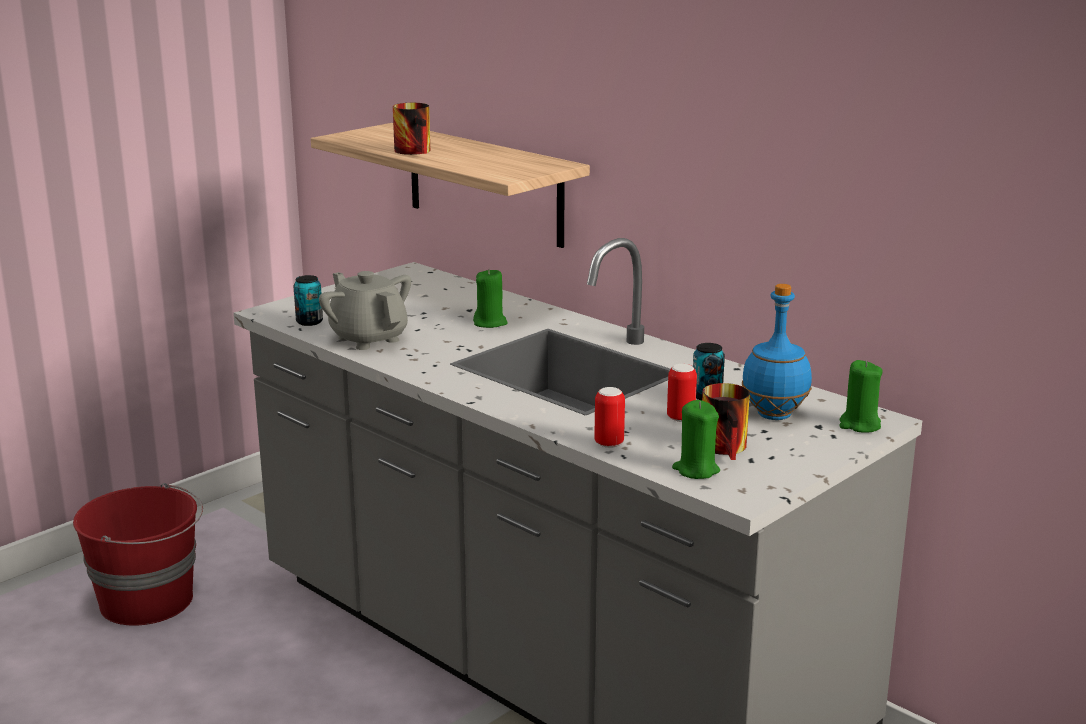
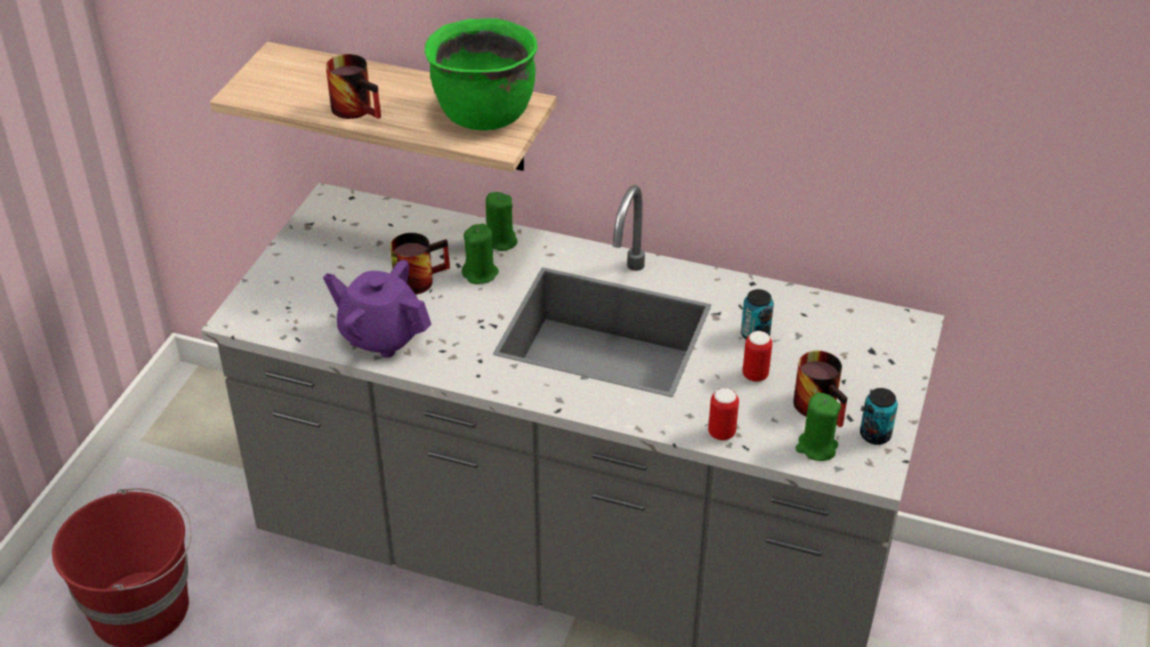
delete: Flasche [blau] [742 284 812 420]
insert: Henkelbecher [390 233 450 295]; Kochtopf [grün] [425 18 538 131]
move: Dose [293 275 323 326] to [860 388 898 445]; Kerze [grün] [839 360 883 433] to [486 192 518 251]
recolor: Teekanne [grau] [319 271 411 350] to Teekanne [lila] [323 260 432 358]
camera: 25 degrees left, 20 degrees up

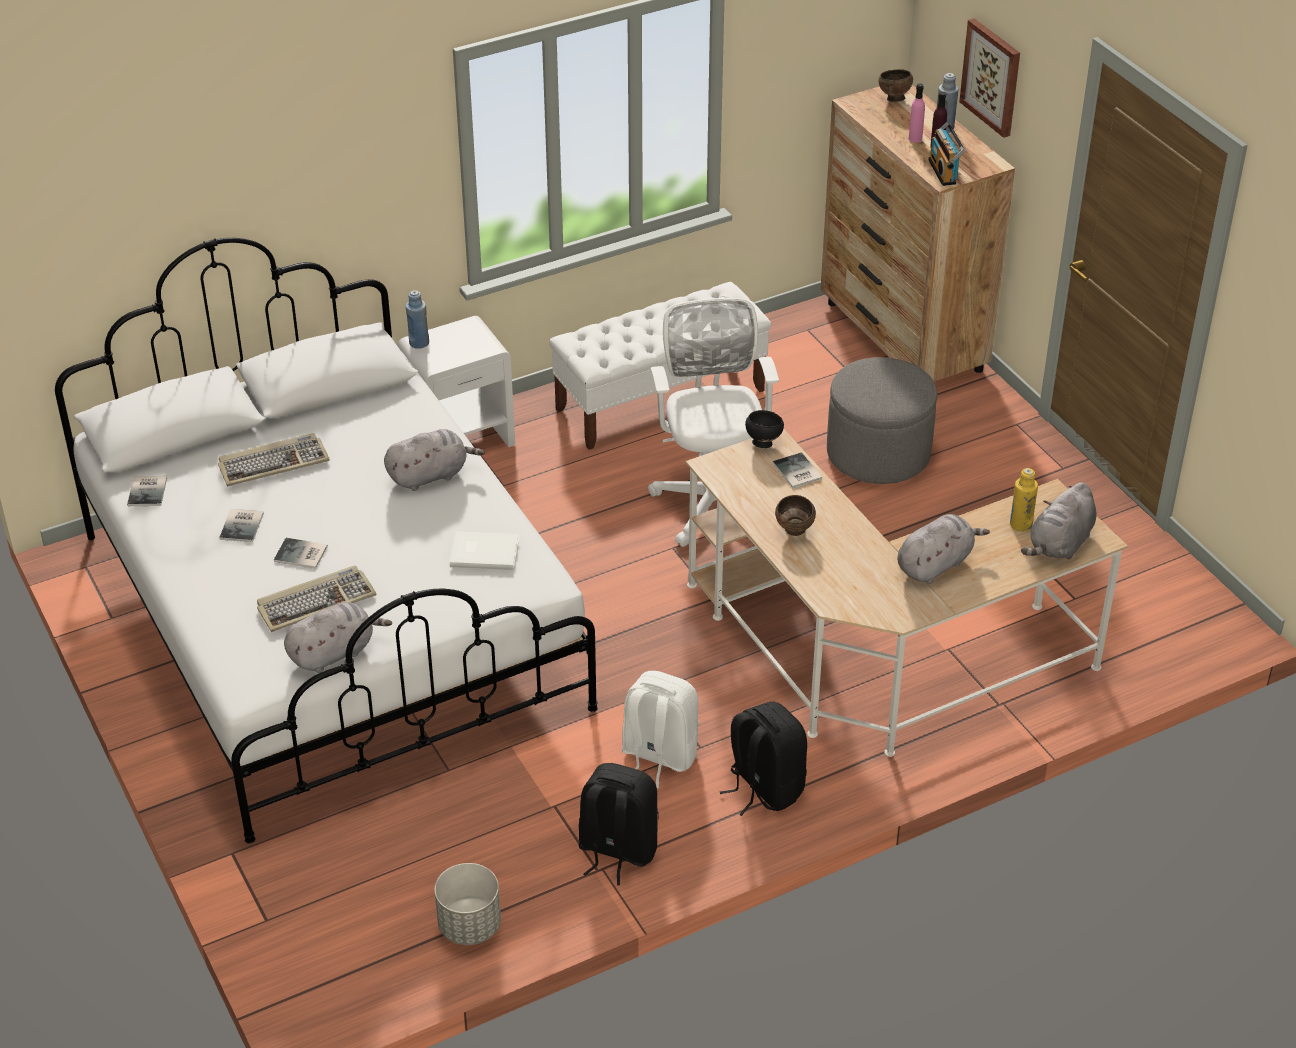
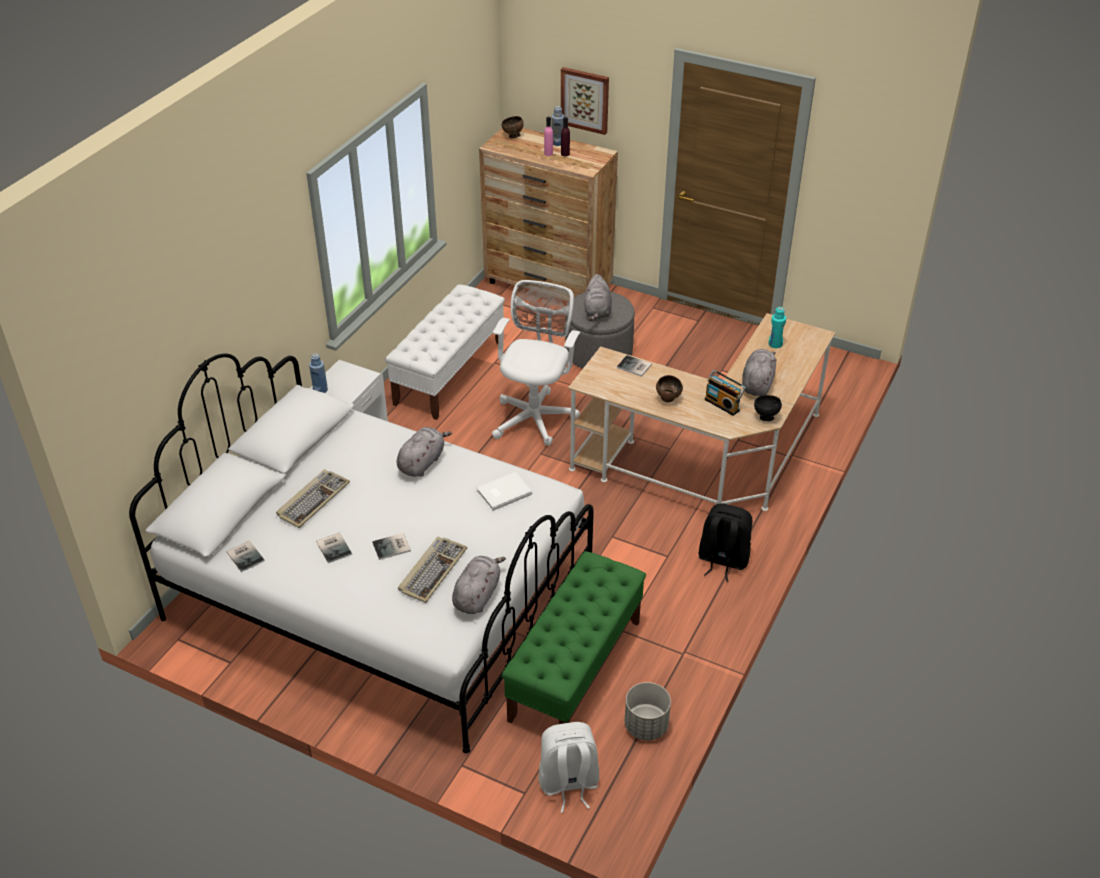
delete: Rucksack [schwarz] [578 763 659 885]
insert: Bank [grün] [502 551 646 724]
move: Rucksack [weiß] [621 671 699 788] to [539 722 599 813]; Schüssel [schwarz] [745 410 784 448] to [754 395 782 421]; Radio [928 122 965 186] to [704 370 746 416]; Plüschtier [grau] [1021 482 1097 560] to [584 274 612 321]
recolor: Flasche [gelb] [1010 468 1038 532] to Flasche [türkis] [769 307 786 348]
rotate: Bürostuhl [weiß] [648 298 779 547] = [492 280 580 446] 60 degrees clockwise
camera: 35 degrees left, 0 degrees up

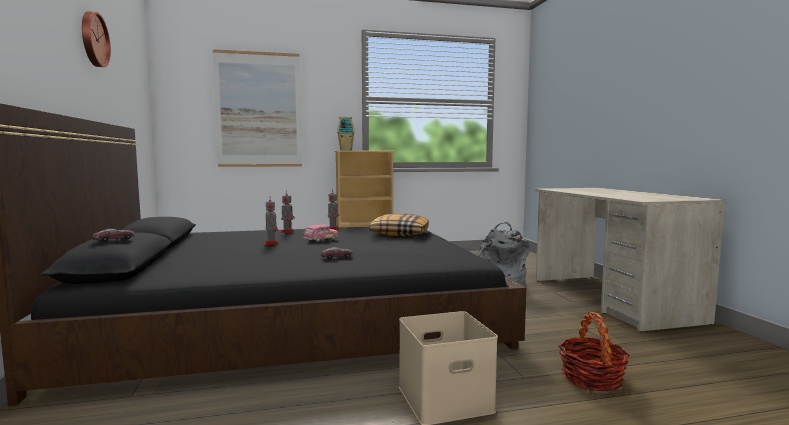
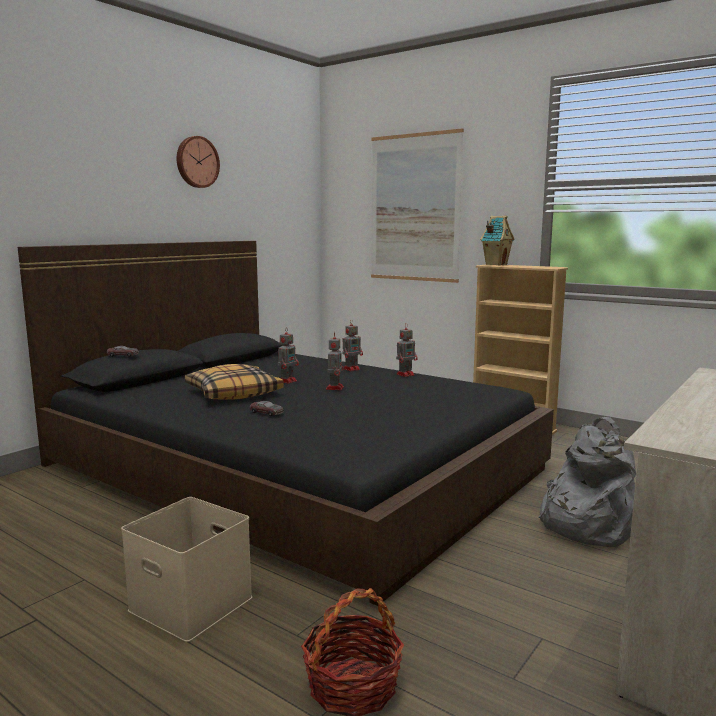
move: Kissen [369 214 429 236] to [185 364 284 400]
replace: Spielzeugauto [303 224 338 242] to Spielzeugroboter [326 332 344 390]
camera: 50 degrees right, 5 degrees up

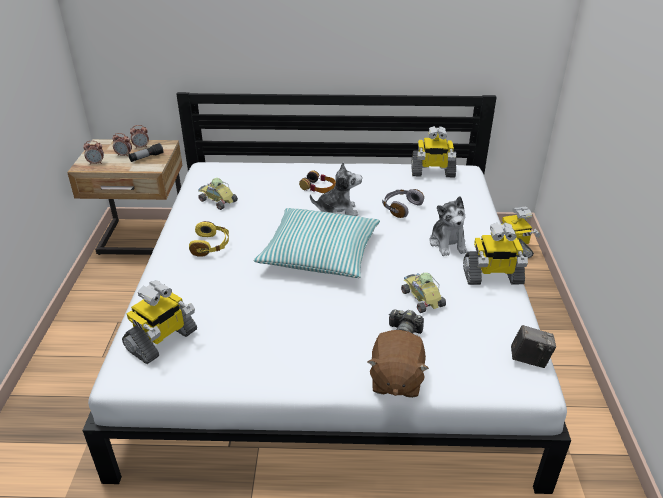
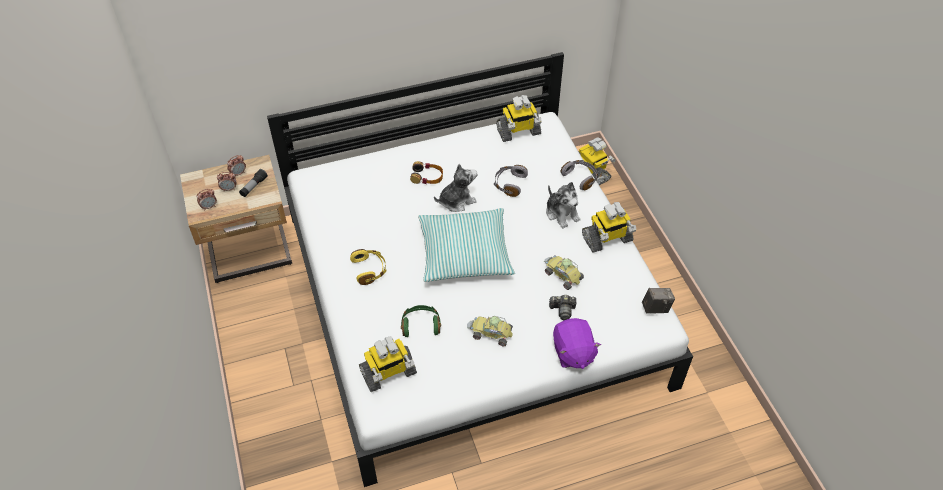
insert: Kopfhörer [grün] [401 305 441 337]; Kopfhörer [grau] [561 160 598 191]
move: Spielzeugauto [198 178 238 210] to [467 316 513 347]
recolor: Plüschtier [braun] [368 330 429 398] to Plüschtier [lila] [553 318 601 369]
rotate: Spielzeugroboter [122 280 197 364] = [359 336 417 392] 45 degrees clockwise
camera: 20 degrees left, 15 degrees up

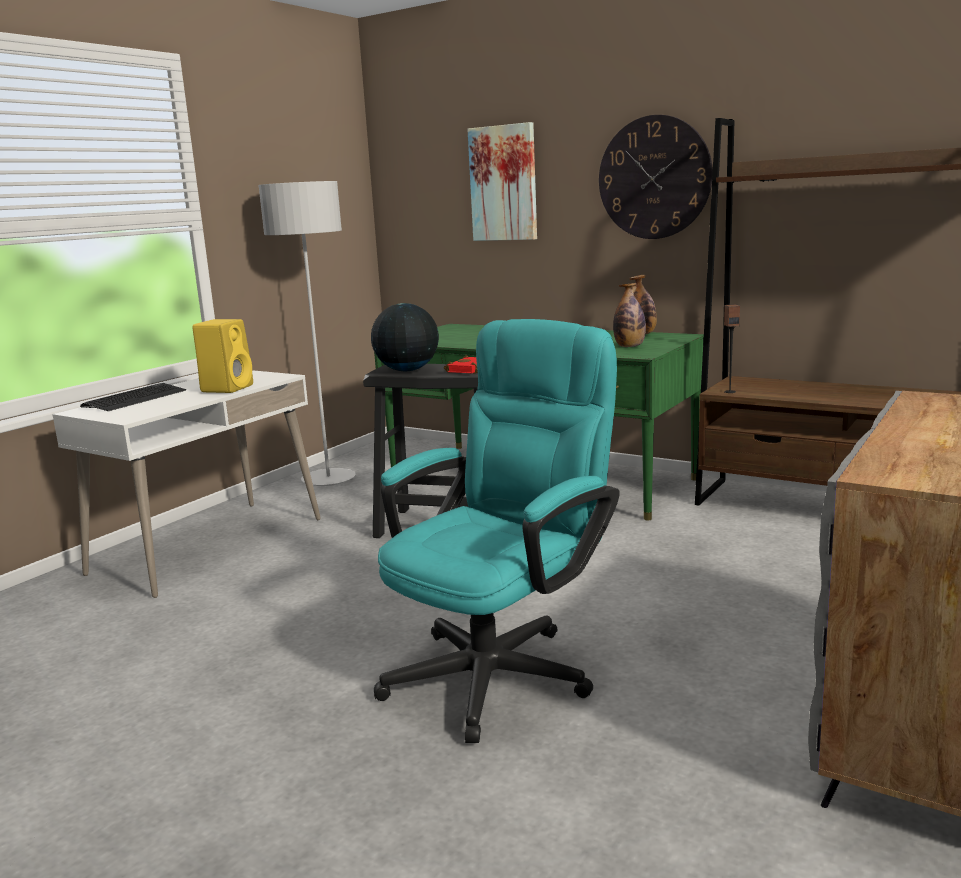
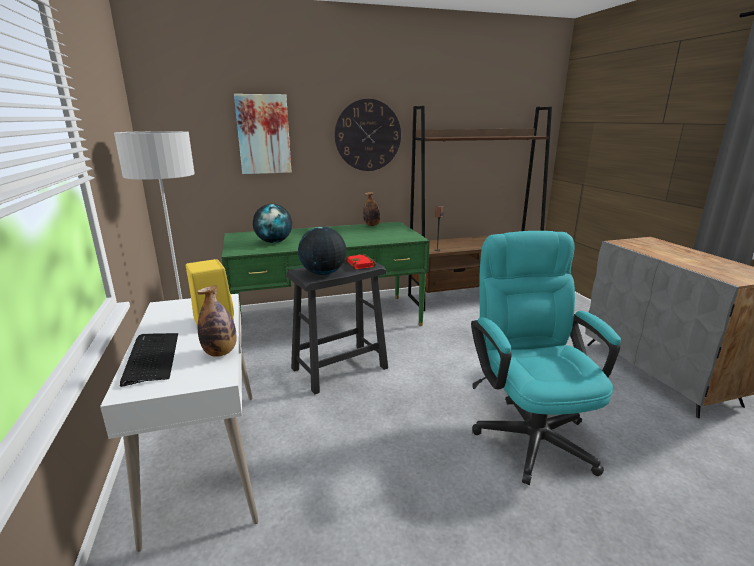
insert: Globus [253 204 292 243]
move: Flasche [613 283 646 347] to [197 286 237 357]
camera: 50 degrees left, 5 degrees up

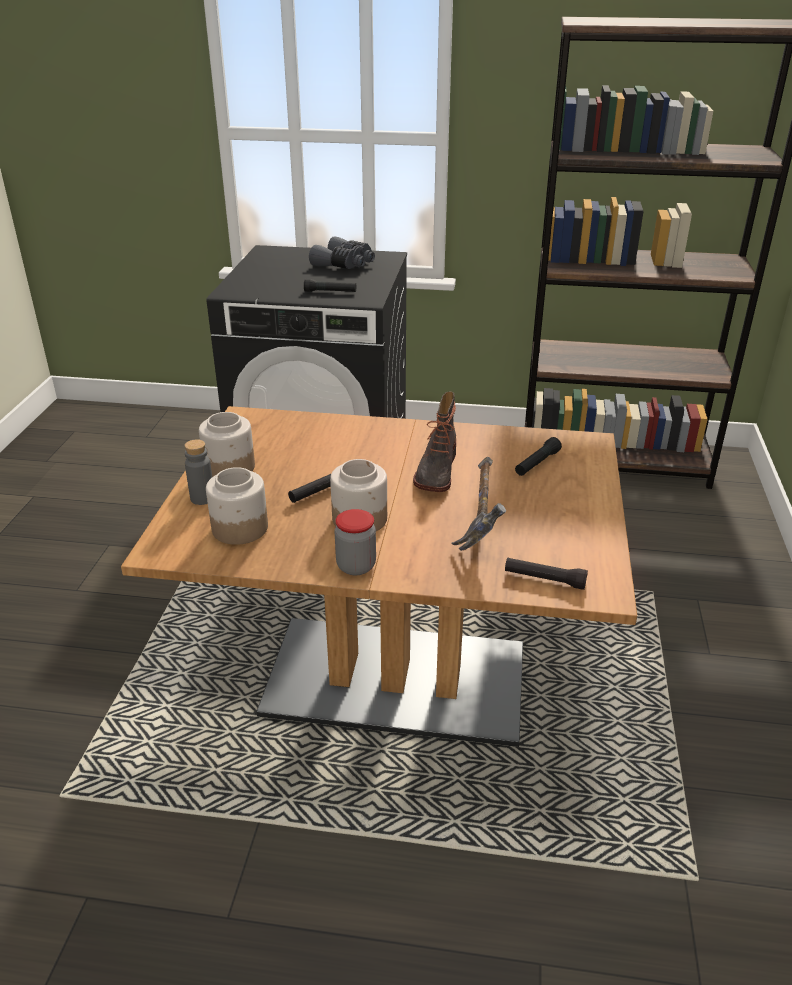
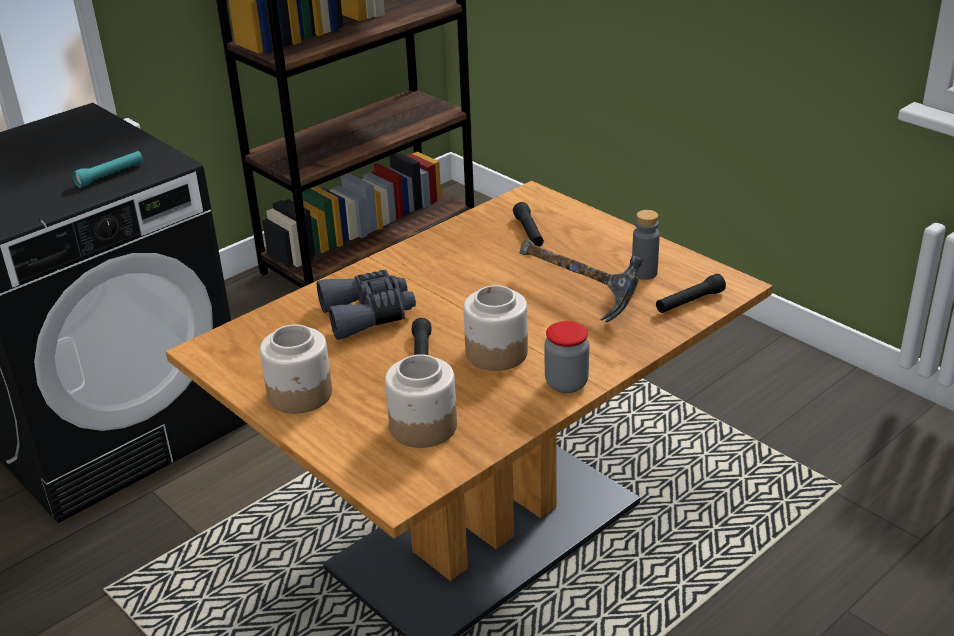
delete: Stiefel [413 392 456 492]
move: Flasche [grau] [184 439 212 505] to [632 210 660 280]; Fernglas [grau] [309 236 375 269] to [317 270 416 340]
recolor: Taschenlampe [schwarz] [304 279 356 292] to Taschenlampe [türkis] [72 151 143 188]
camera: 50 degrees left, 0 degrees up

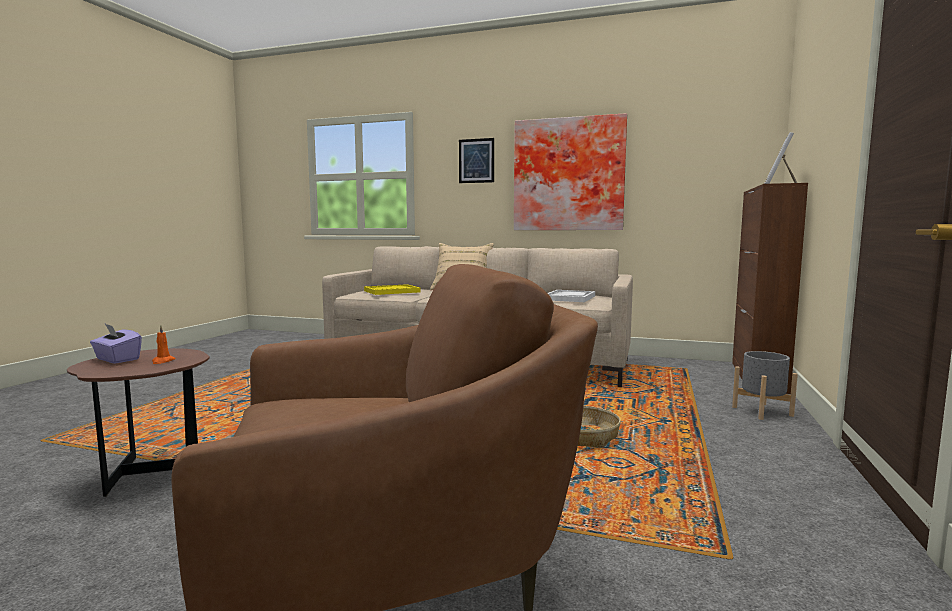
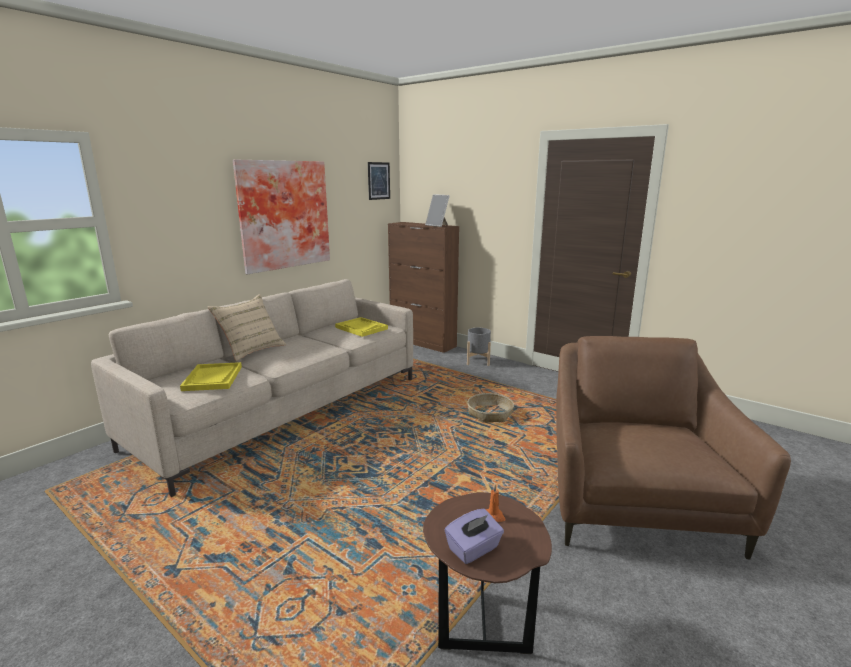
move: Bild [459 138 494 183] to [368 162 390 200]
recolor: Tablett [weiß] [547 290 595 302] to Tablett [gelb] [335 317 388 337]
camera: 70 degrees left, 10 degrees up

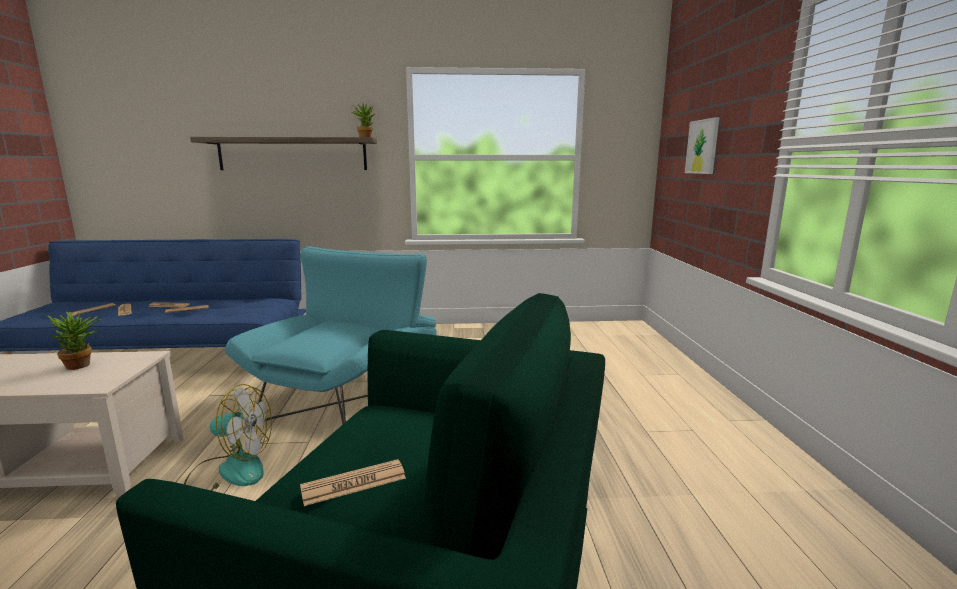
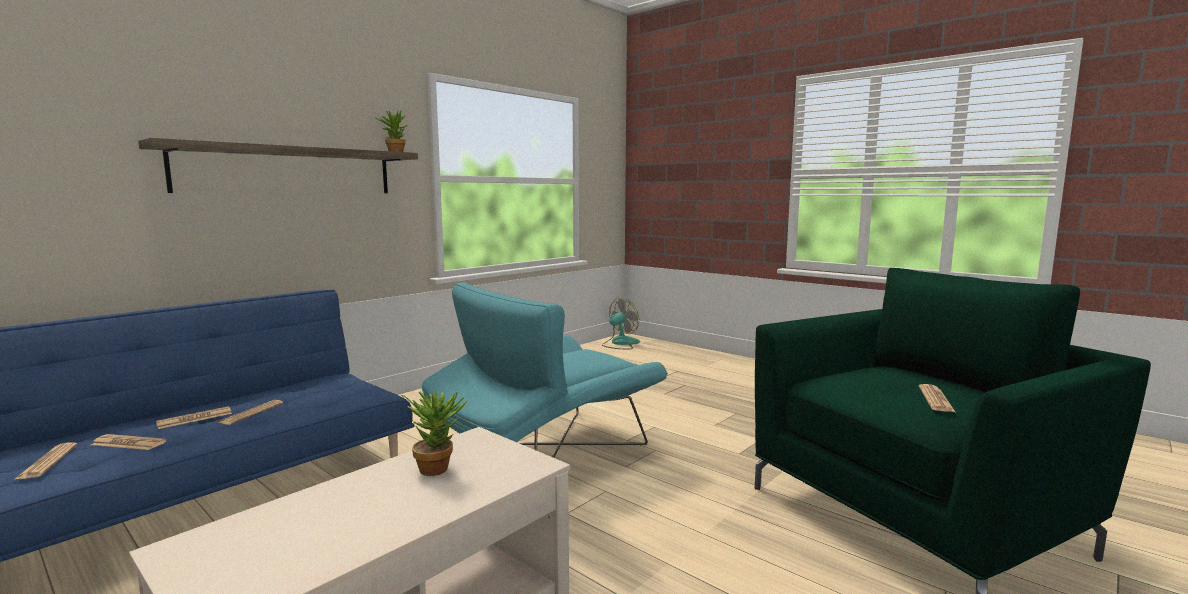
delete: Bild [685 117 720 174]
move: Ventilator [184 384 272 491] to [602 298 640 349]
rotate: Sessel [türkis] [225 246 437 424] = [422 282 668 458] 105 degrees counterclockwise
camera: 45 degrees left, 5 degrees down

